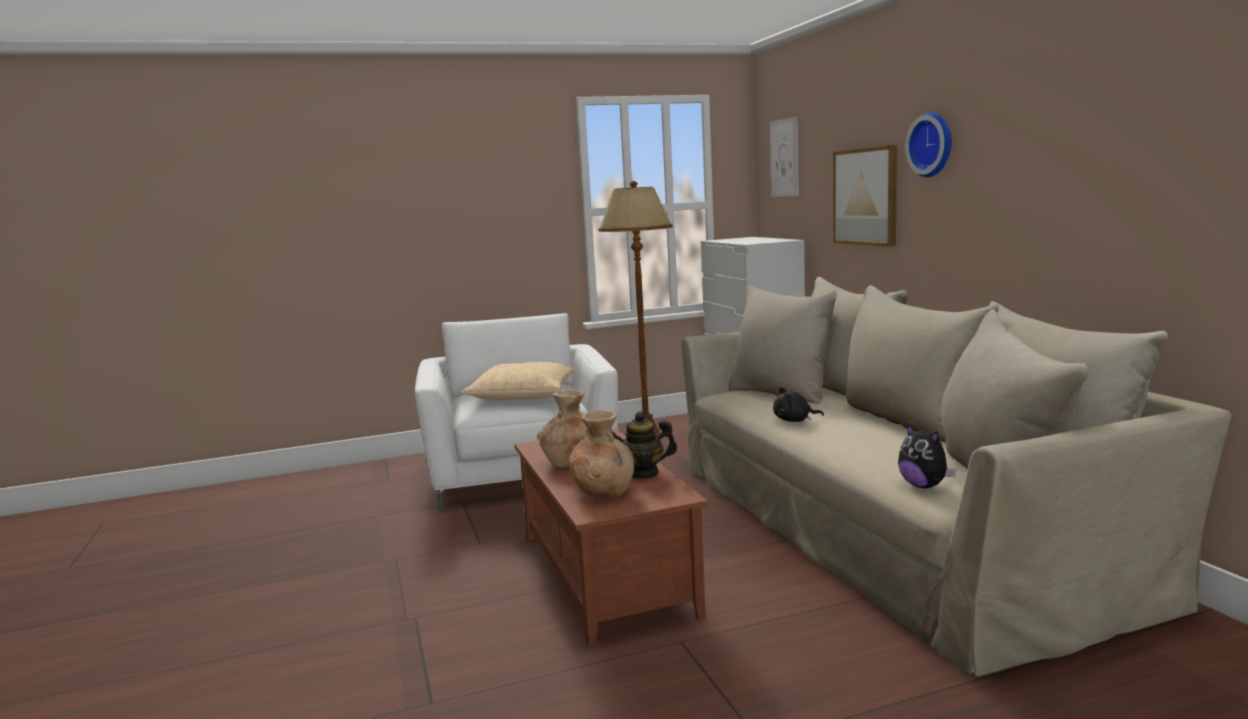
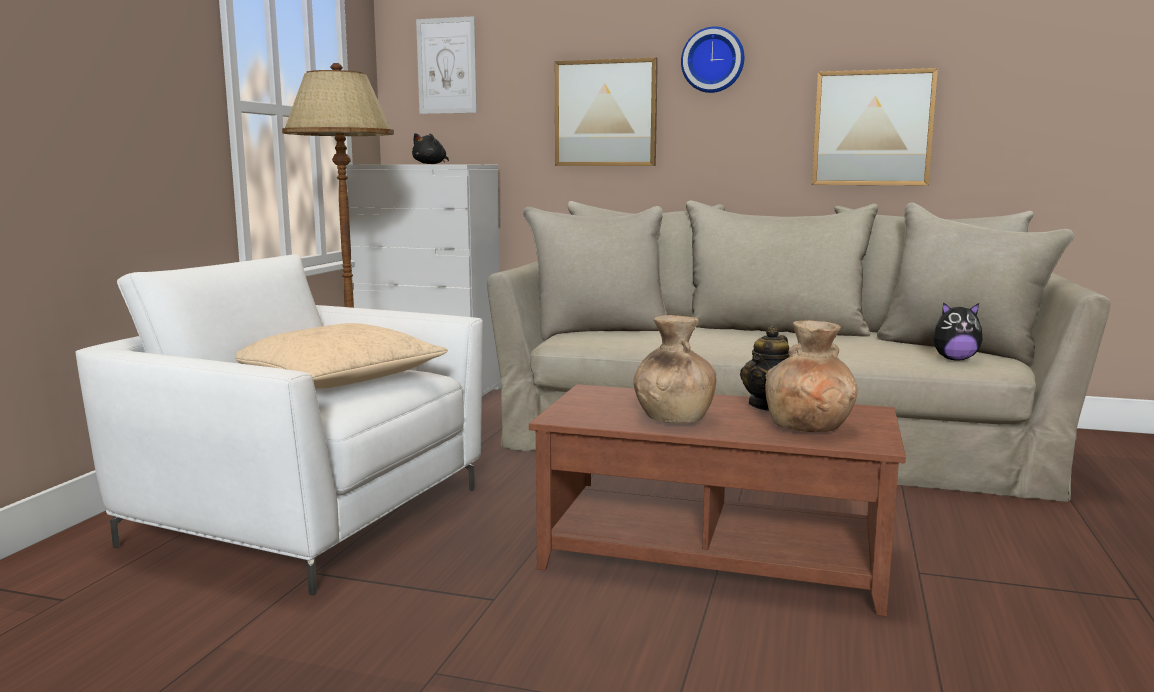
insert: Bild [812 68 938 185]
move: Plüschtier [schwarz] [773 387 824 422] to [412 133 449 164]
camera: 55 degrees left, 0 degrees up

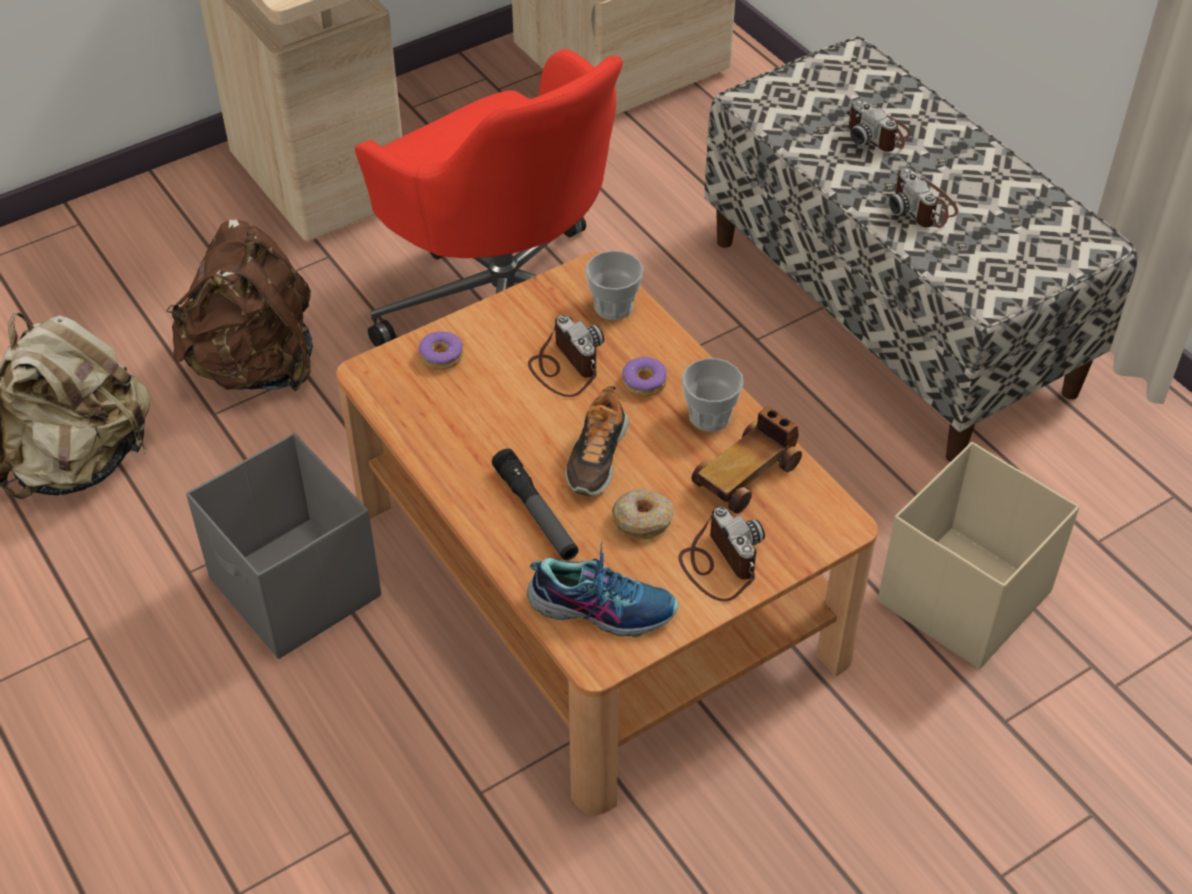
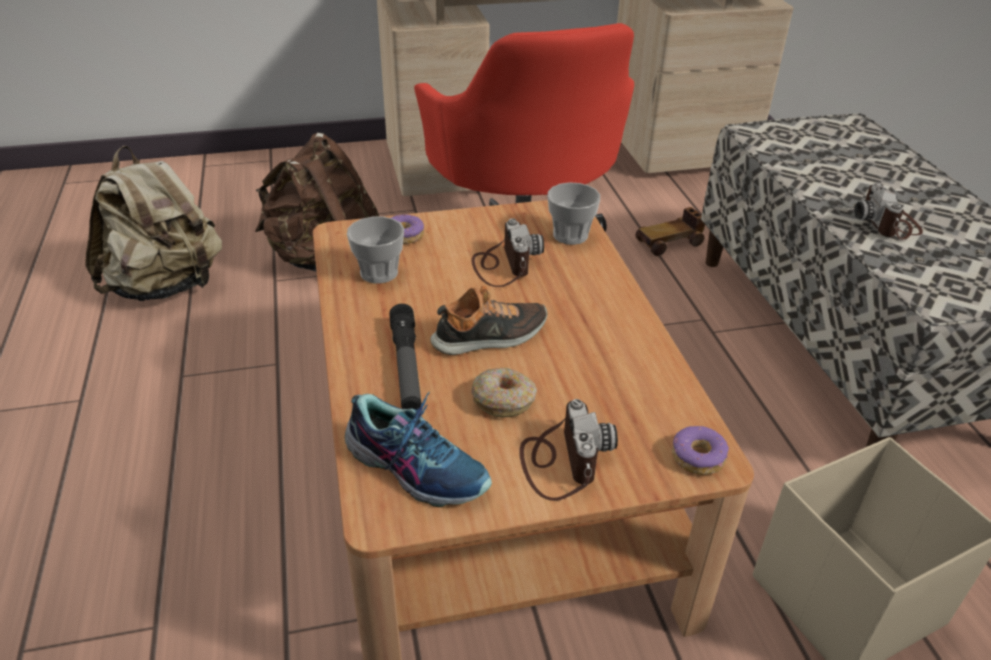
delete: Aufbewahrungsbox [grau] [186 433 381 659]; Kamera [846 99 911 152]
move: Donut [622 357 667 397] to [672 426 729 475]; Tasse [682 358 743 432] to [347 216 404 284]; Spielzeugauto [692 406 802 514] to [636 207 705 256]
rotate: Schuh [565 386 629 496] = [430 286 547 355] 150 degrees counterclockwise
camera: 20 degrees right, 10 degrees down

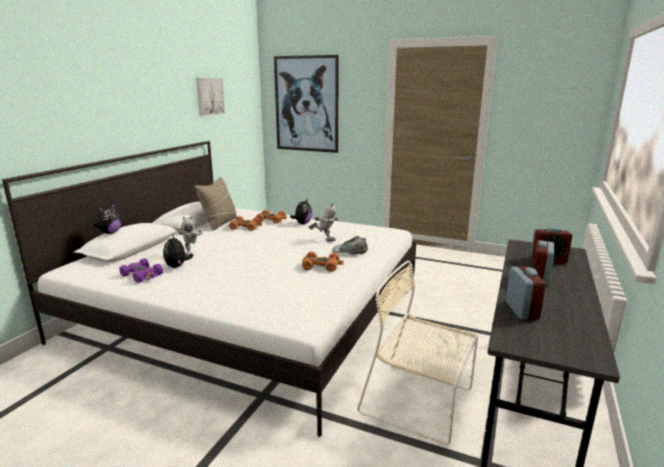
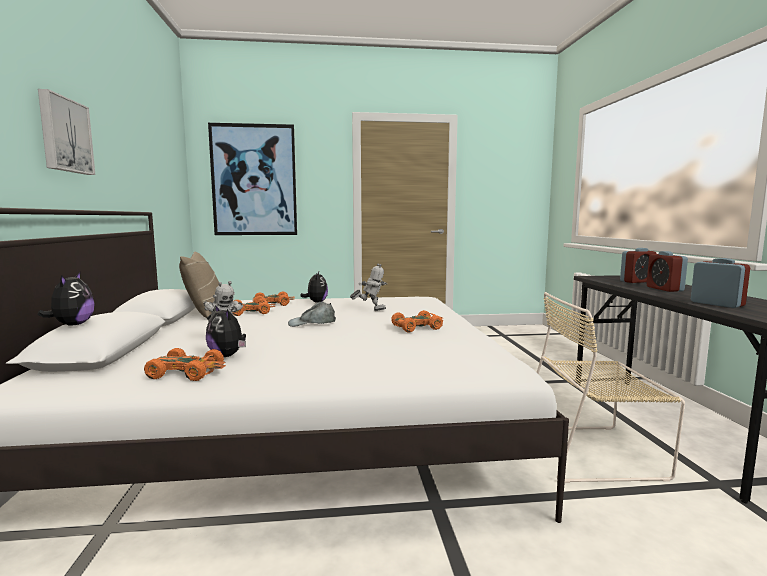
move: Bild [196 78 225 116] to [38 89 95 175]; Kappe [grau] [332 236 368 254] to [288 302 336 327]
recolor: Spielzeugauto [lila] [119 258 163 283] to Spielzeugauto [orange] [144 348 226 381]
camera: 30 degrees left, 10 degrees down

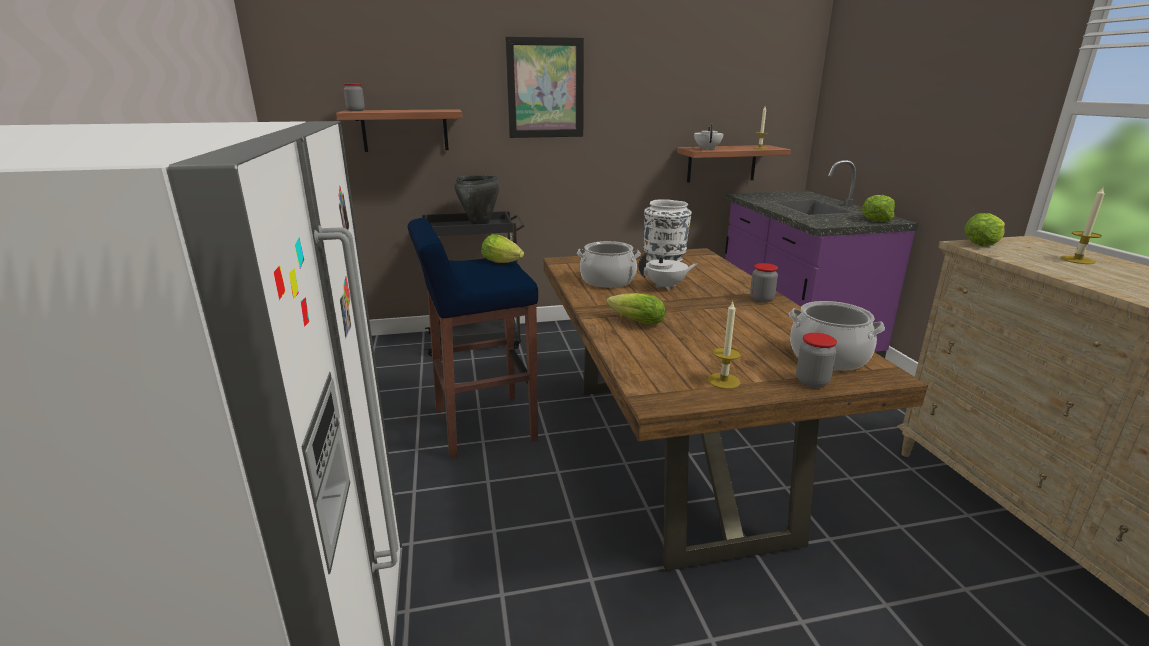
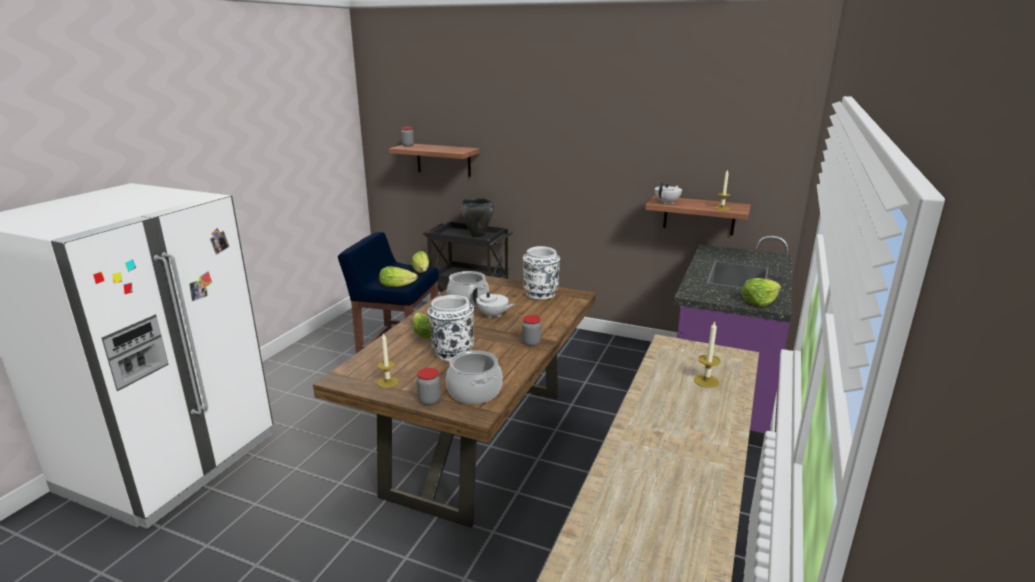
delete: Bild [505 36 584 138]
insert: Vase [weiß] [428 295 474 362]
move: Salatkopf [964 213 1005 246] to [379 266 418 287]
camera: 35 degrees right, 0 degrees up

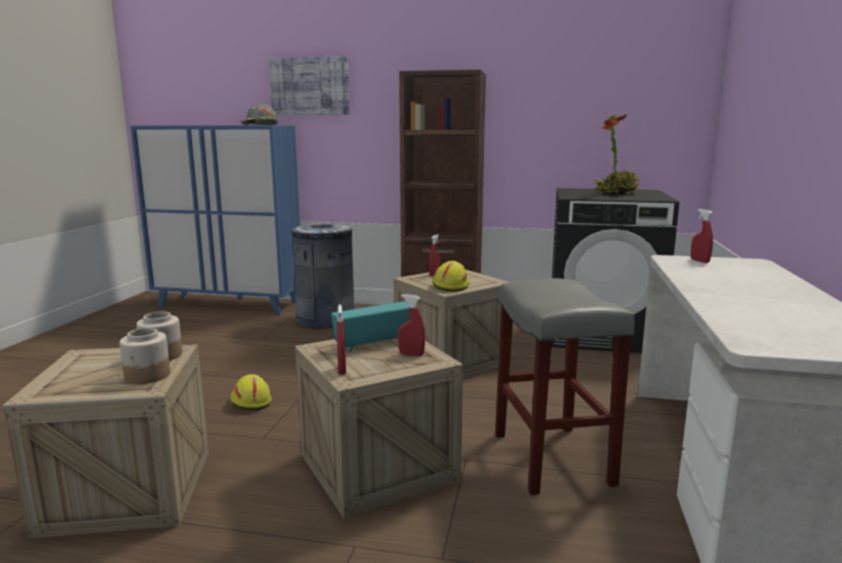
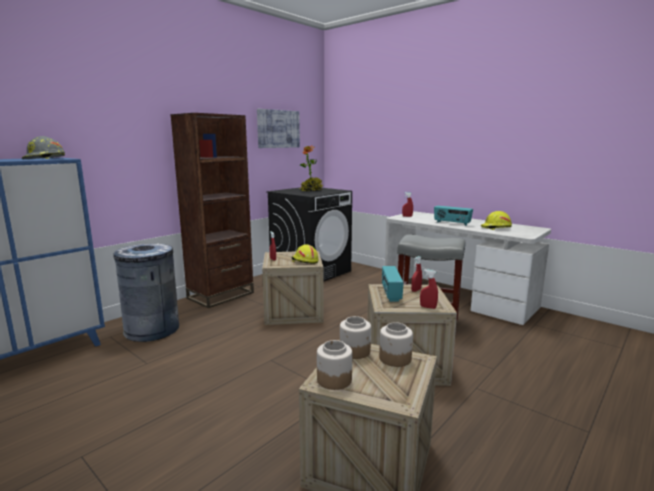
insert: Vorratsglas [317 340 352 390]; Radio [434 206 473 226]
move: Schutzhelm [gelb] [229 374 272 410] to [481 211 512 230]; Bild [269 56 350 115] to [257 109 300 148]
camera: 60 degrees left, 0 degrees up

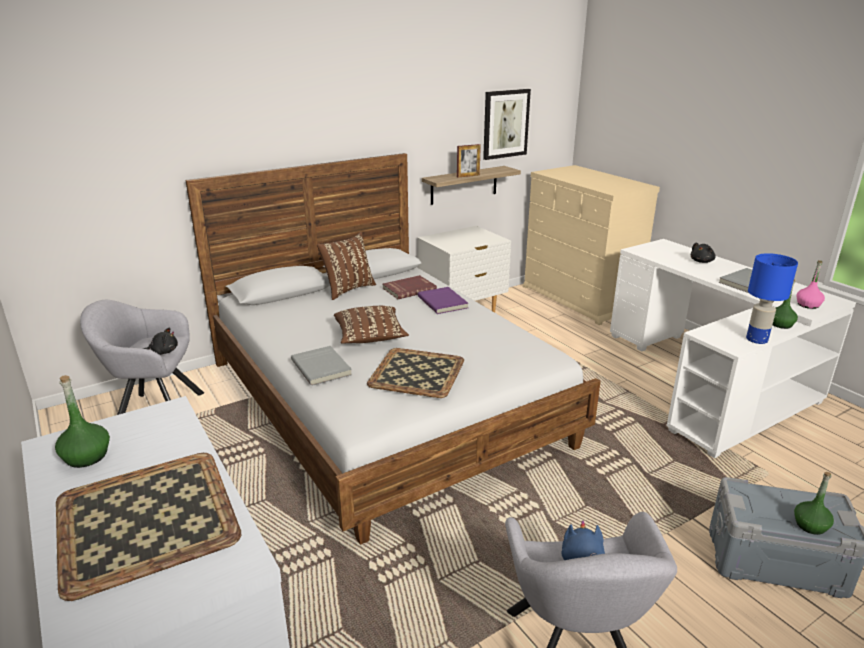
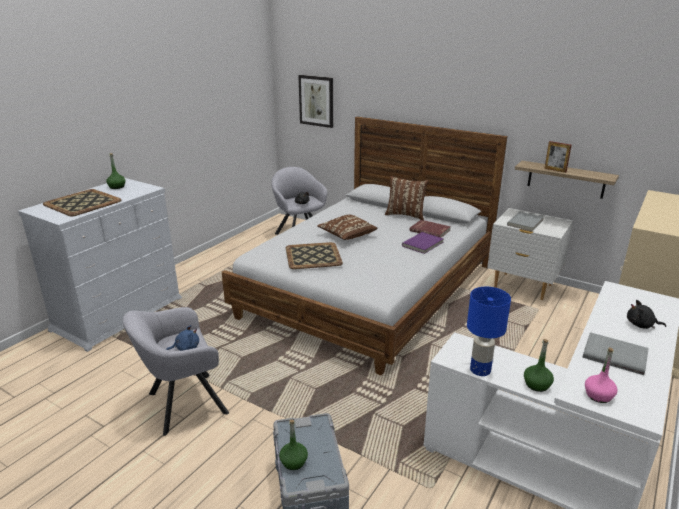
move: Buch [grau] [291 346 352 386] to [507 212 544 231]; Bild [483 89 531 160] to [298 75 333 128]
camera: 65 degrees right, 0 degrees up

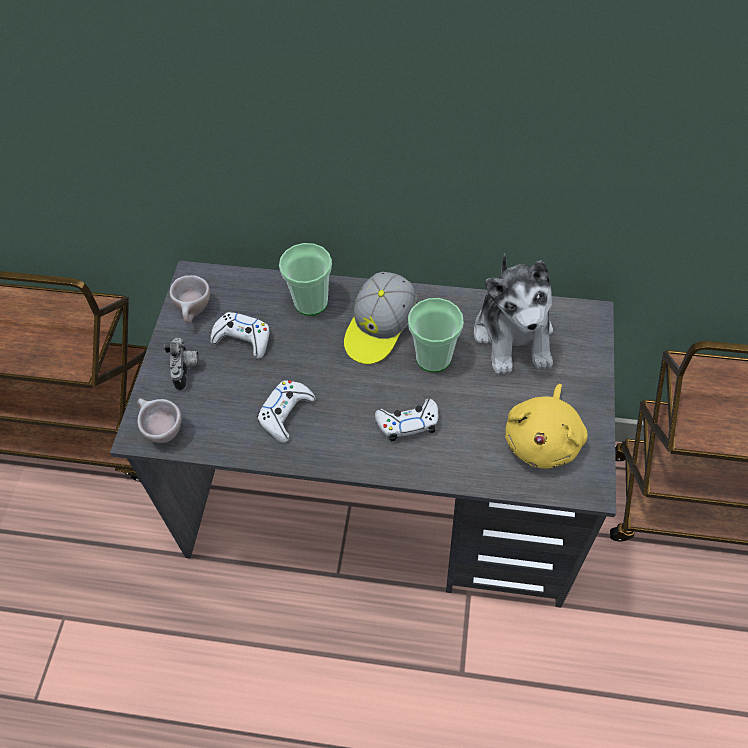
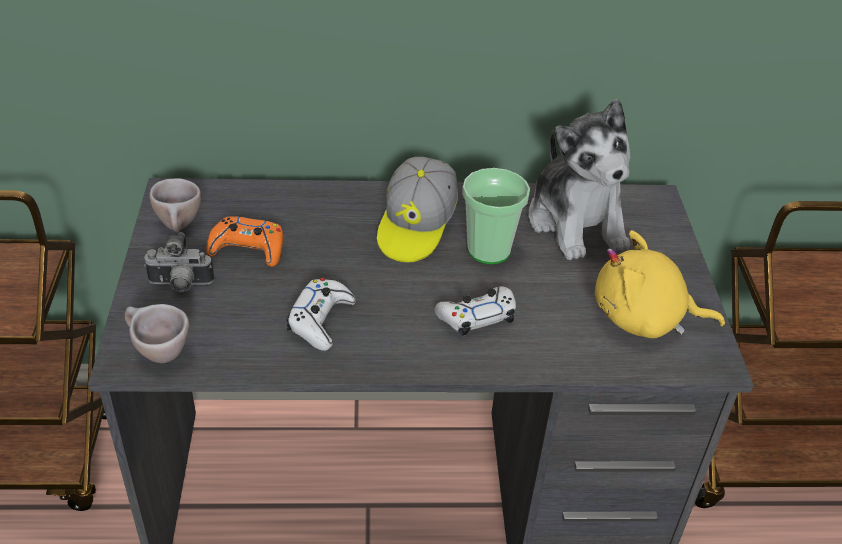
delete: Tasse [279 243 332 316]
recolor: Gamepad [weiß] [210 312 269 359] to Gamepad [orange] [206 216 283 267]
rotate: Kamera [164 338 199 391] = [144 232 214 292] 105 degrees clockwise; Plüschtier [gelb] [505 384 588 469] = [595 230 725 338] 90 degrees clockwise
camera: 15 degrees left, 15 degrees down

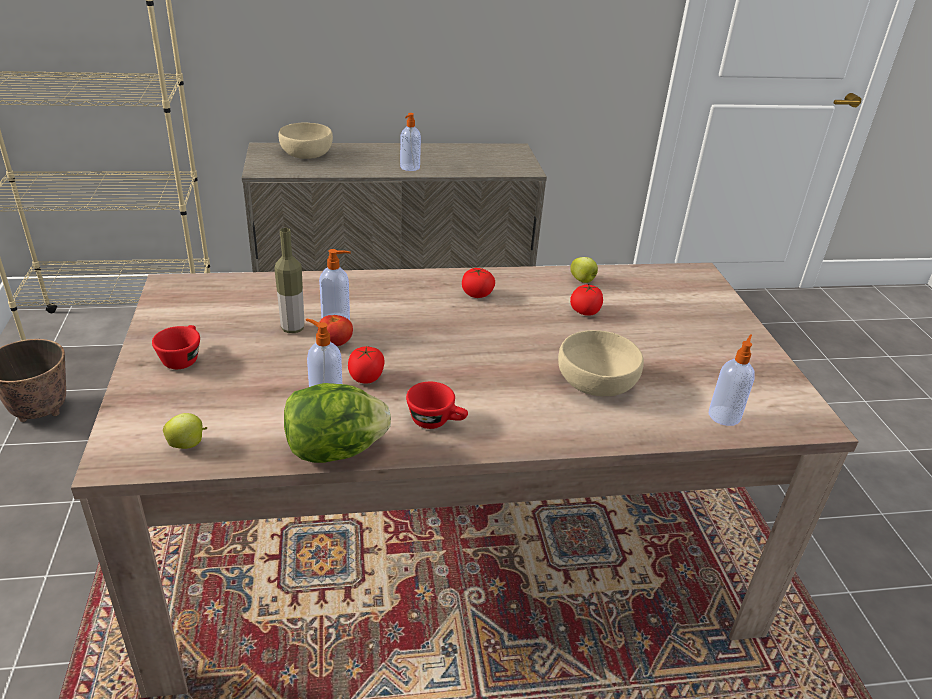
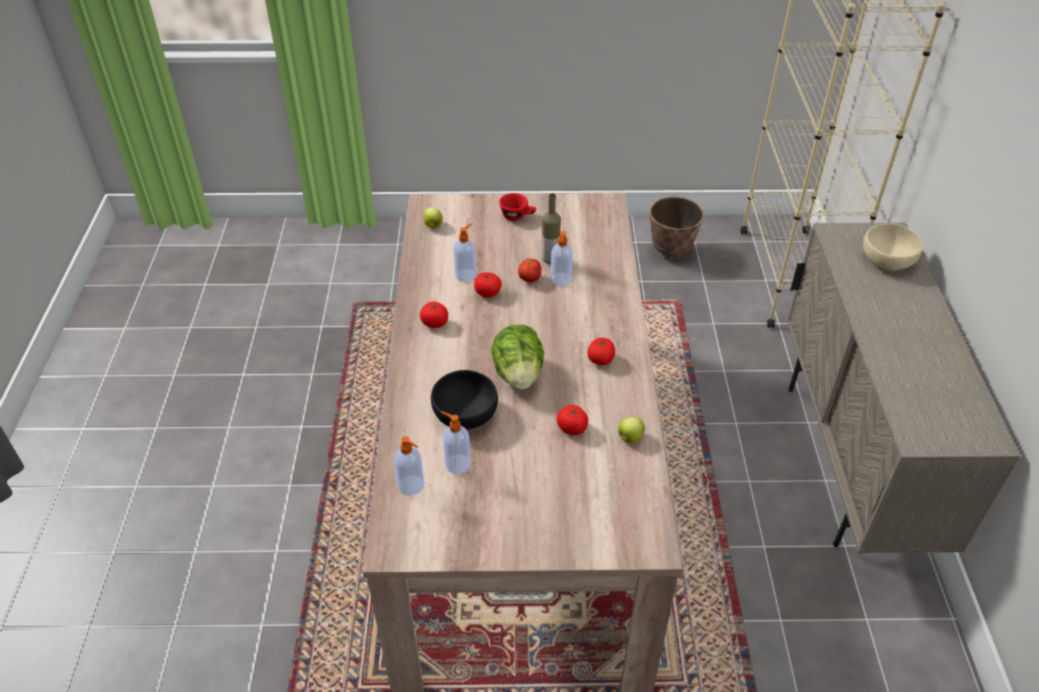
move: Salatkopf [284 383 391 463] to [491 324 544 389]; Seifenspender [400 113 421 171] to [441 412 471 474]
replace: Tasse [rot] [406 382 468 429] to Tomate [420 301 448 328]
recolor: Schüssel [beige] [558 330 644 396] to Schüssel [schwarz] [431 370 498 430]
camera: 100 degrees right, 10 degrees up

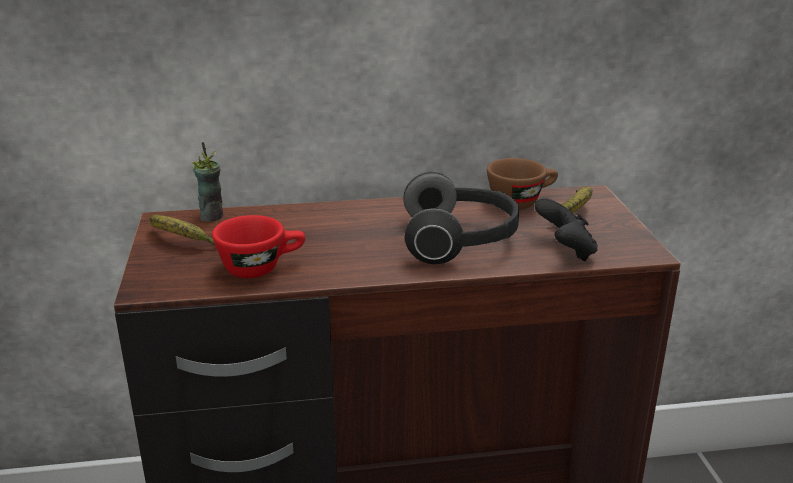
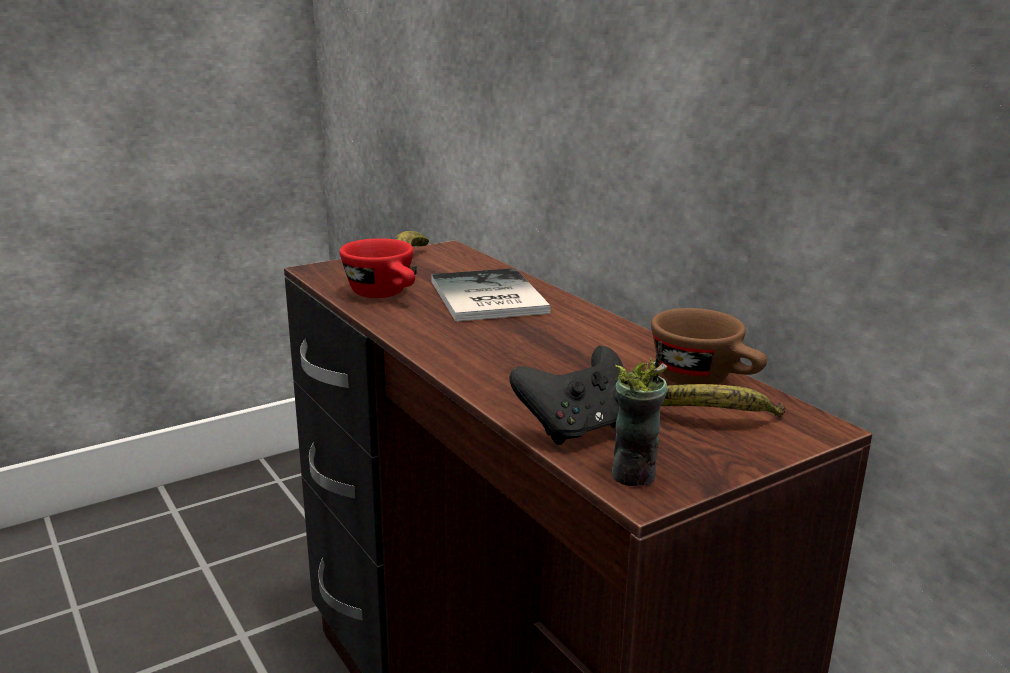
delete: Kopfhörer [403 172 519 264]
insert: Buch [431 268 551 322]
move: Tasse [191 142 224 222] to [612 341 667 486]
camera: 65 degrees right, 5 degrees down

